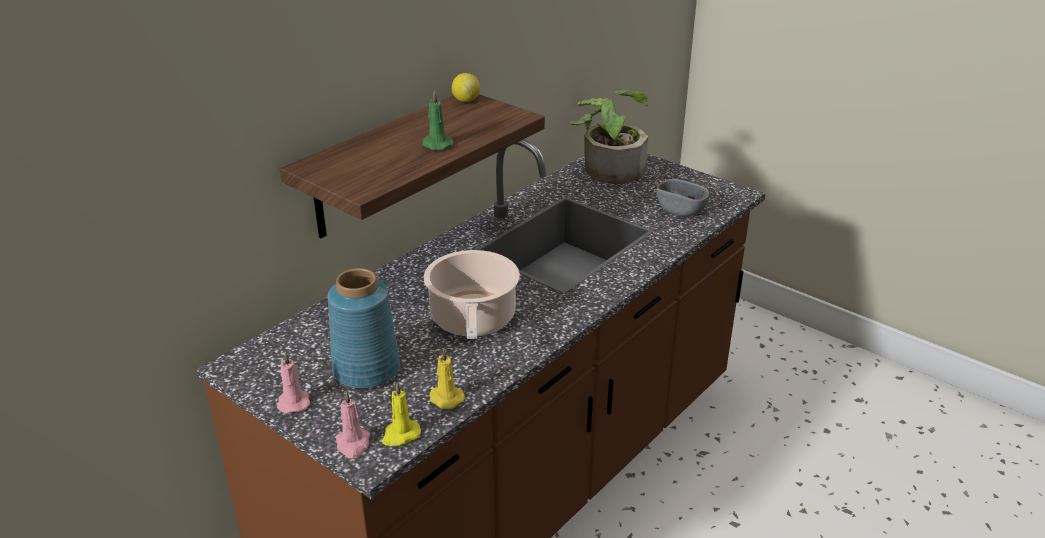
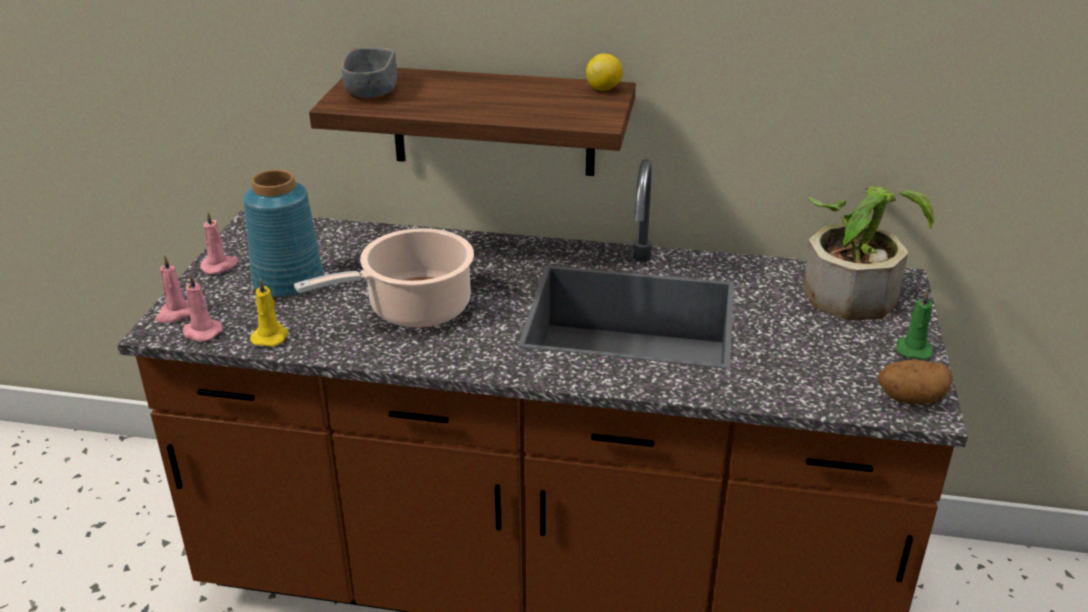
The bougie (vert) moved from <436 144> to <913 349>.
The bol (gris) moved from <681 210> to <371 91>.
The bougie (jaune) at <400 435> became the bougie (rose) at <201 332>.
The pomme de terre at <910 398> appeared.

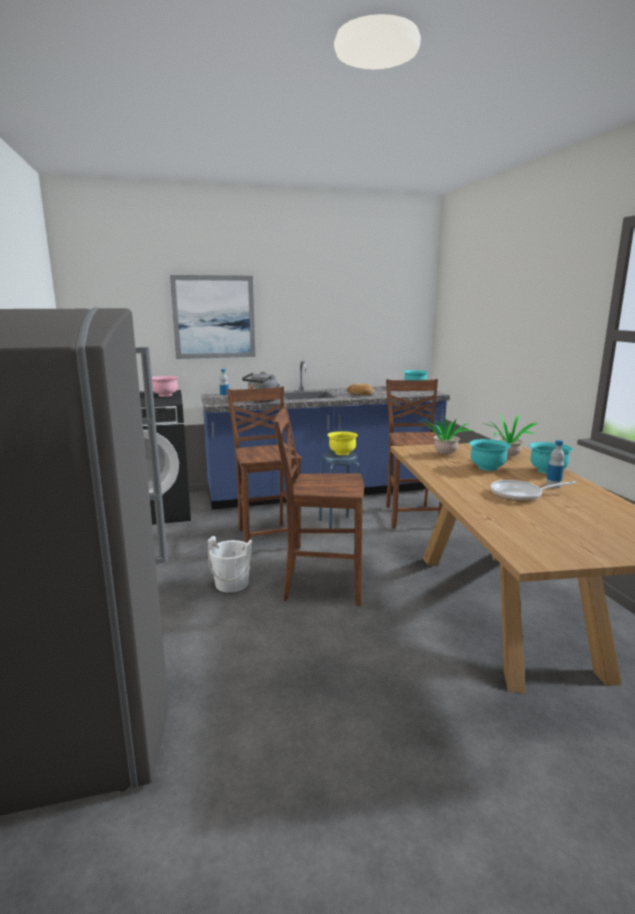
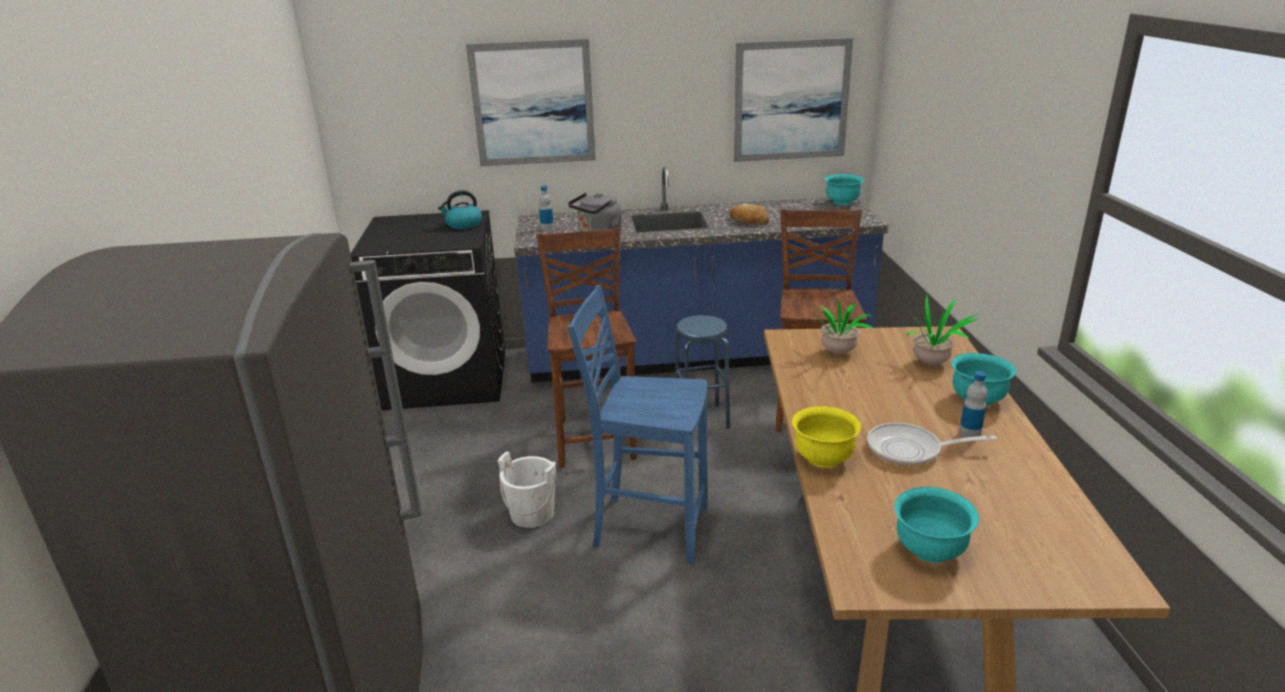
The bol (rose) at <165 395> was replaced by the bouilloire at <463 224>.
The chaise (marron) at <320 586> became the chaise (bleu) at <648 527>.
The bol (jaune) moved from <342 453> to <823 458>.
The bol (turquoise) moved from <487 468> to <929 550>.
The tableau at <791 101> appeared.

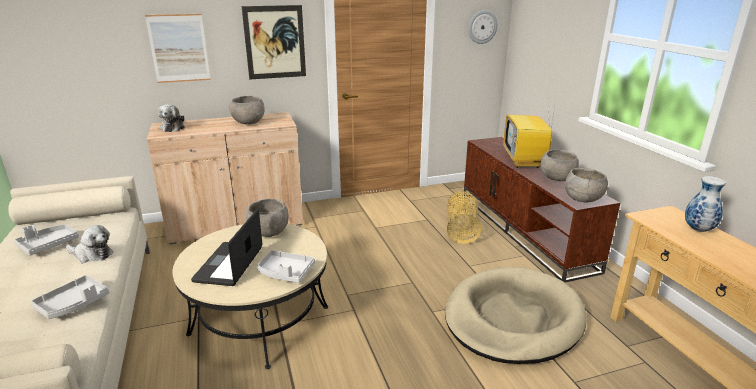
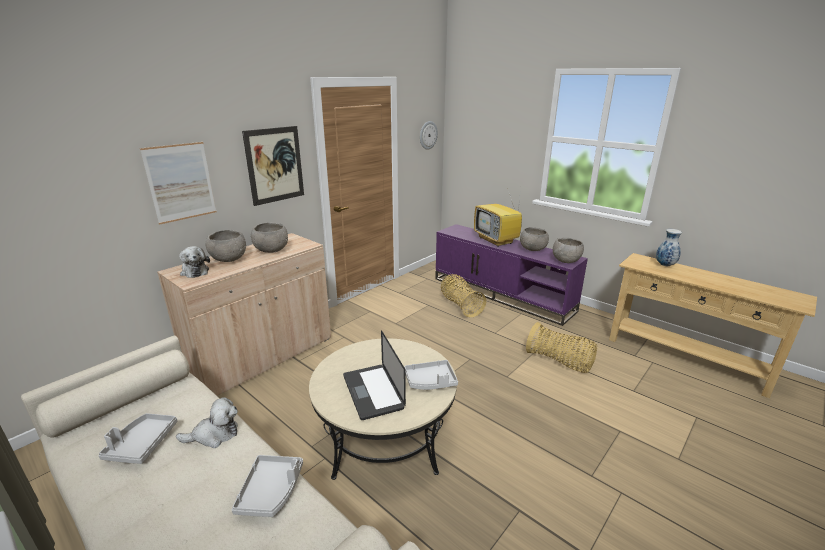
The meuble télé (marron) at <525 230> became the meuble télé (violet) at <502 294>.
The bol (gris) moved from <268 233> to <229 260>.
The panier pour chien (beige) at <512 318> was replaced by the panier at <560 362>.

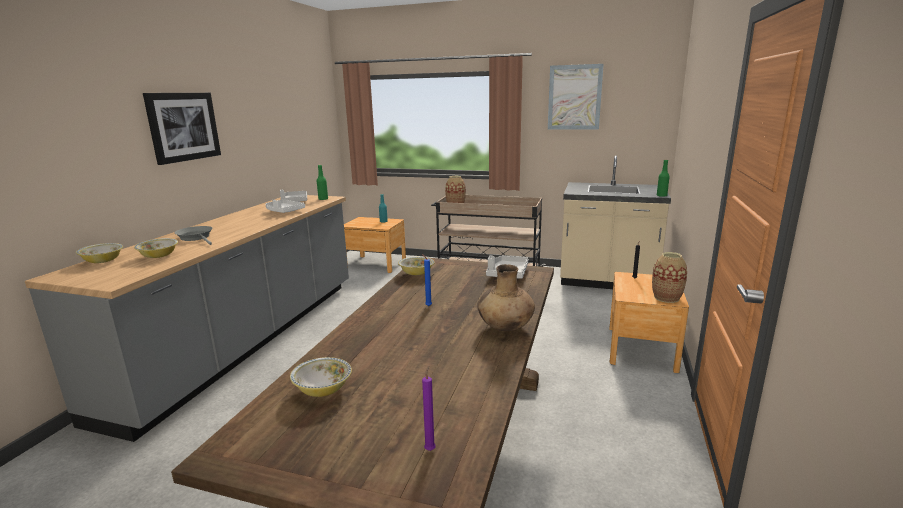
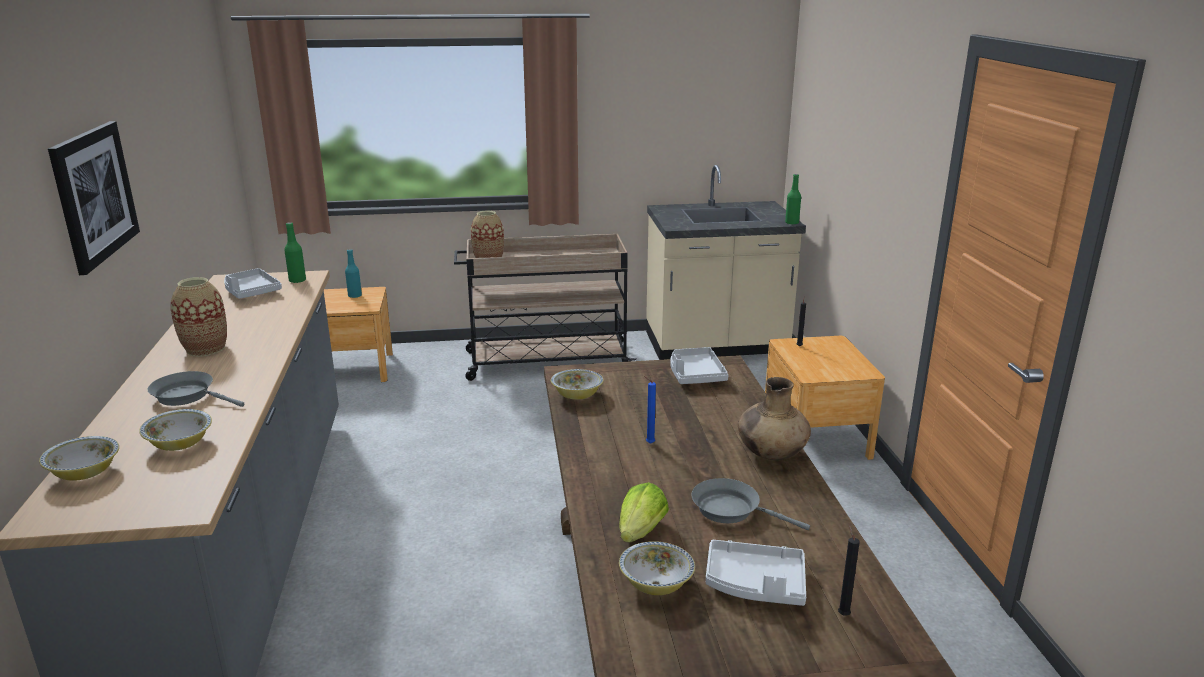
The tableau at <574 97> disappeared.
The plateau (blanc) moved from <284 211> to <755 584>.
The vase moved from <666 298> to <205 349>.
The bougie (violet) at <430 449> became the bougie (noir) at <842 614>.
The poêle (gris) at <731 510> appeared.
The laitue at <641 532> appeared.

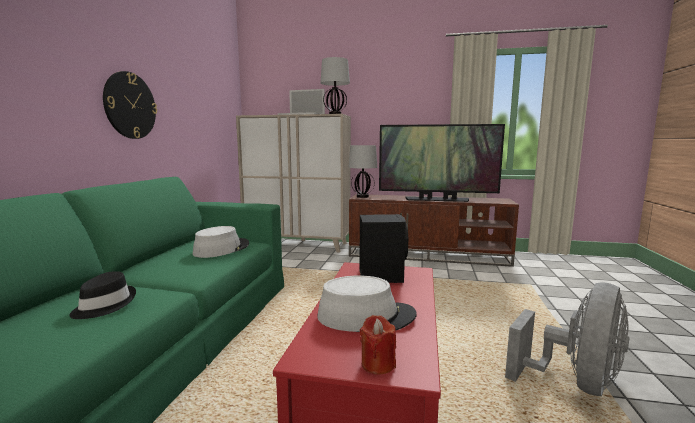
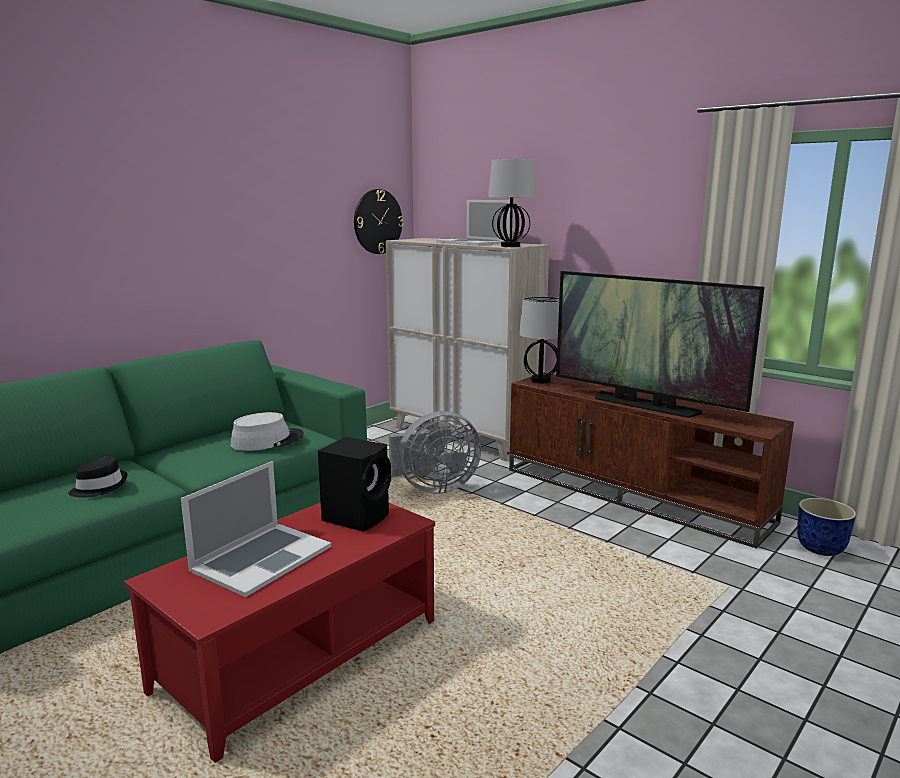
The horloge murale moved from <130 105> to <377 221>.
The chapeau (gris) at <366 316> was replaced by the ordinateur portable at <261 558>.
The ventilateur (gris) moved from <575 382> to <433 488>.
The bougie (rouge) at <377 364> disappeared.
The cache-pot at <819 549> appeared.

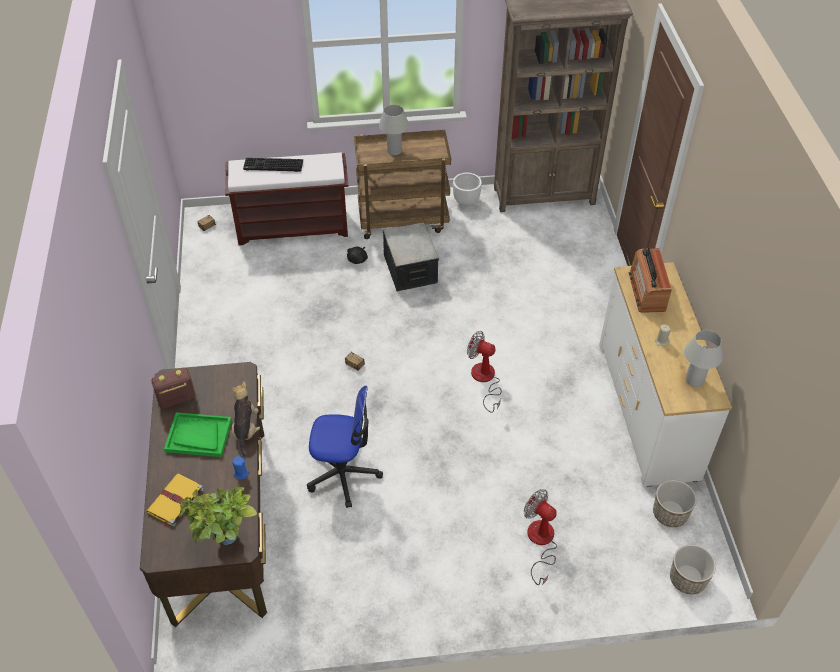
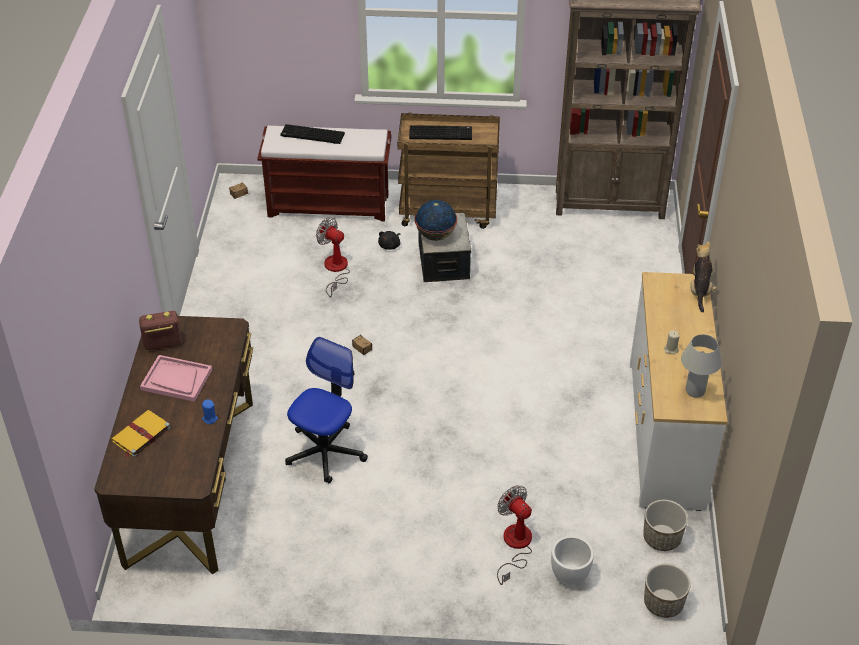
The lampe de table (blanc) at <394 151> was replaced by the clavier at <441 133>.
The cache-pot (blanc) moved from <466 201> to <570 575>.
The radio at <647 291> disappeared.
The ventilateur moved from <485 380> to <335 270>.
The peluche moved from <246 430> to <700 290>.
The chaise de bureau at <343 473> turned 75 degrees counterclockwise.
The plateau (vert) at <198 436> became the plateau (rose) at <176 380>.
The plante en pot at <224 542> disappeared.
The globe at <436 235> appeared.

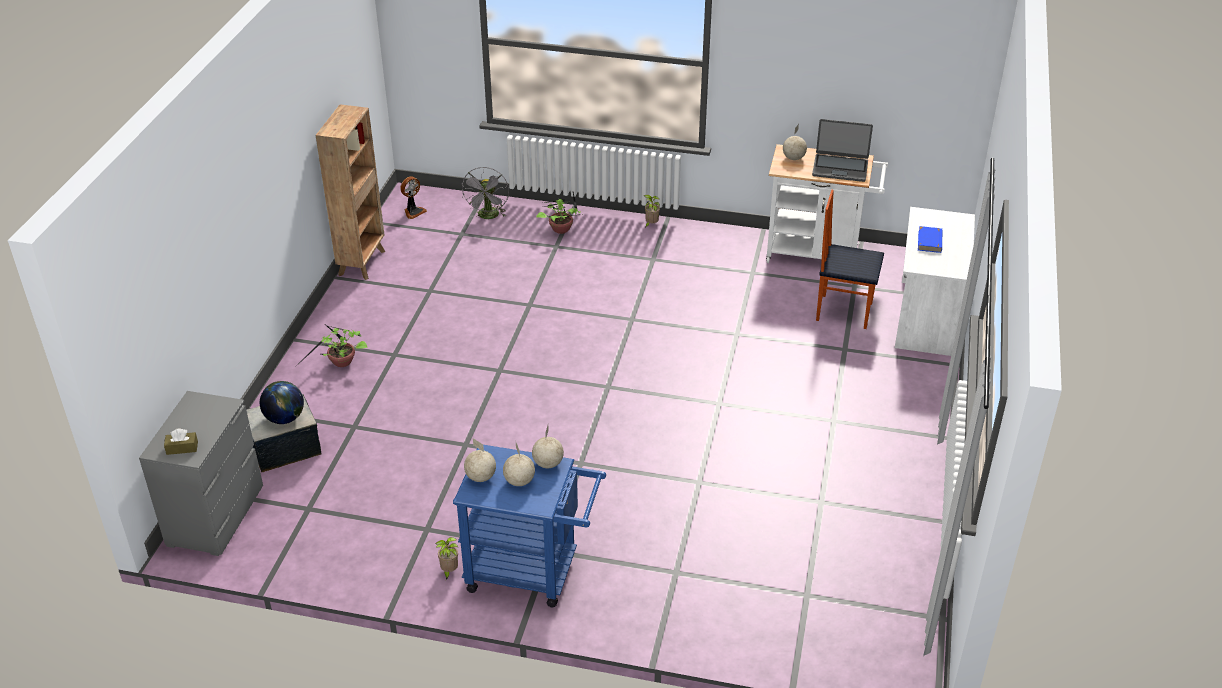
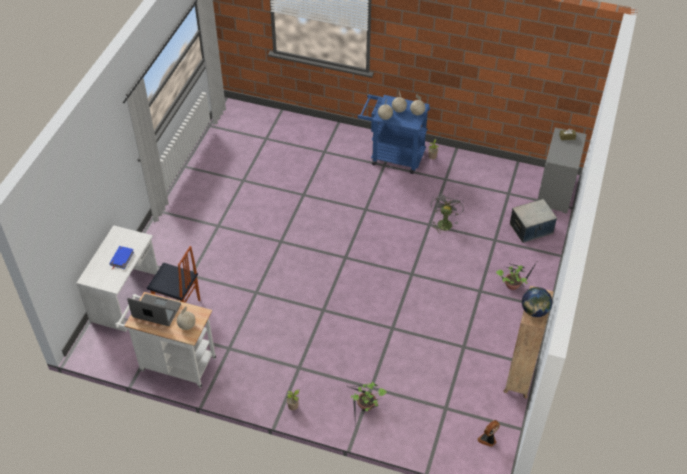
The ventilateur (gris) moved from <488 216> to <444 222>.
The globe moved from <285 418> to <534 311>.

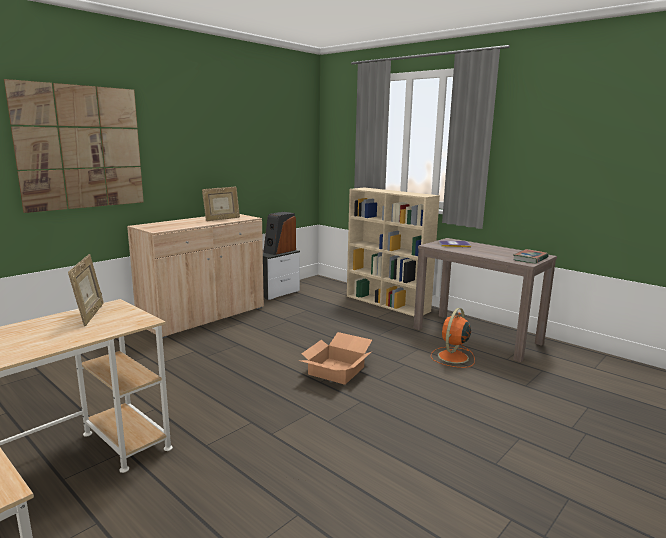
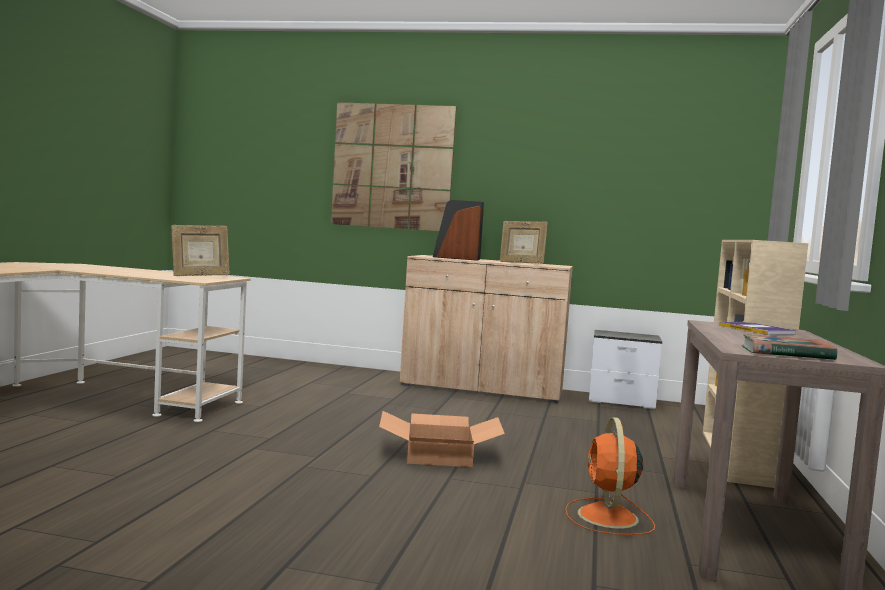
The enceinte moved from <279 251> to <457 258>.
The ventilateur (orange) at <452 357> turned 90 degrees counterclockwise.

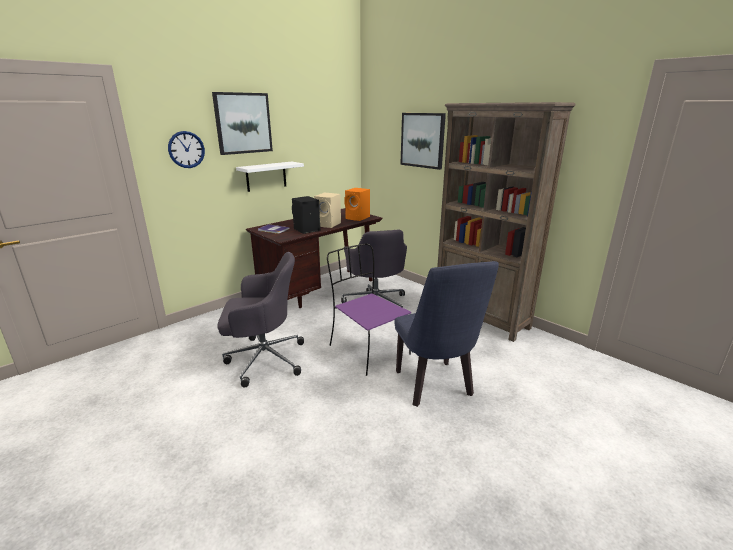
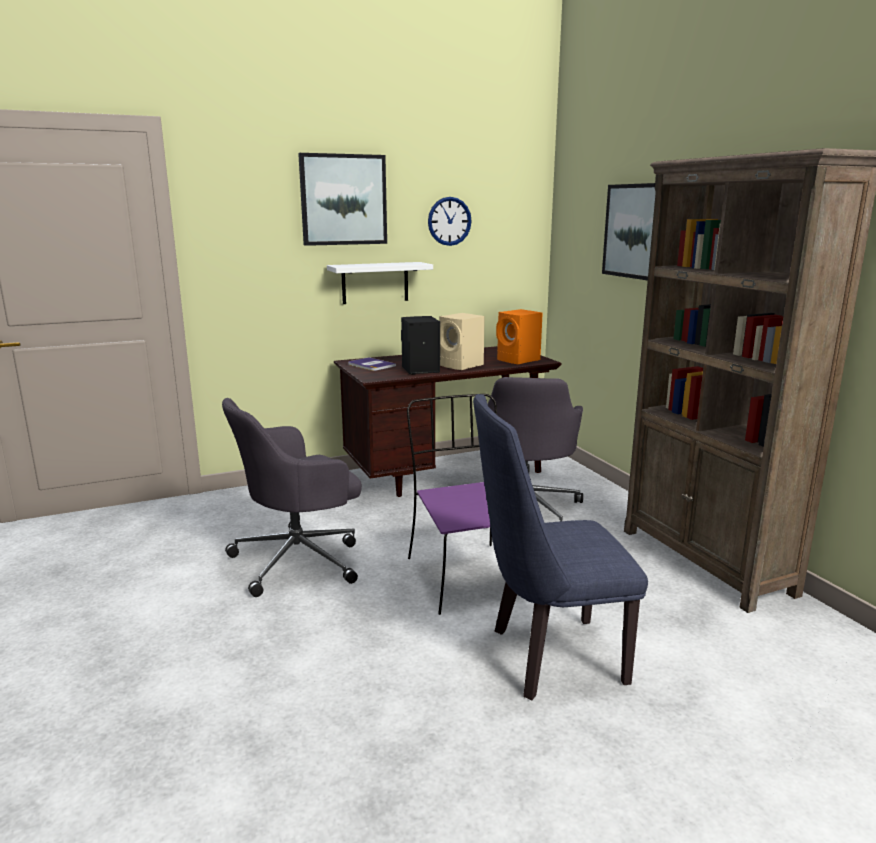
The horloge murale moved from <186 149> to <449 221>.
The chaise de bureau (gris) at <263 359> turned 135 degrees clockwise.
The chaise (bleu) at <435 387> turned 75 degrees clockwise.

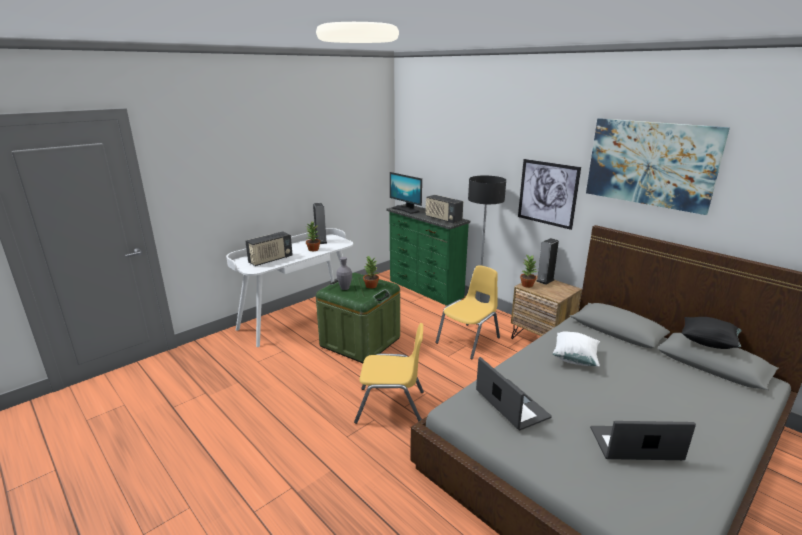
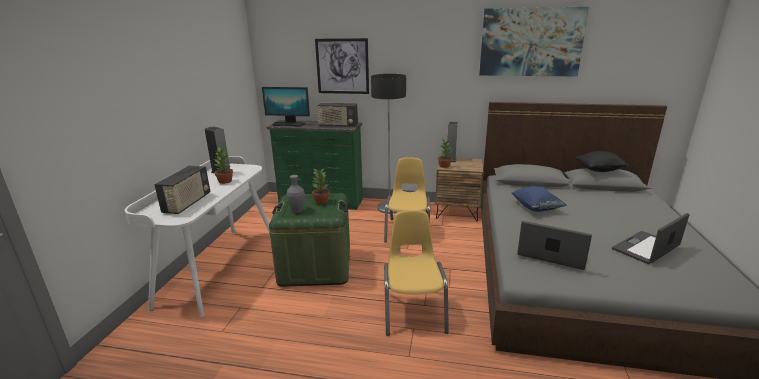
The tableau moved from <547 193> to <342 66>.
The chaise (jaune) at <391 406> turned 60 degrees counterclockwise.
The coussin (blanc) at <574 359> became the coussin (bleu) at <536 208>.

